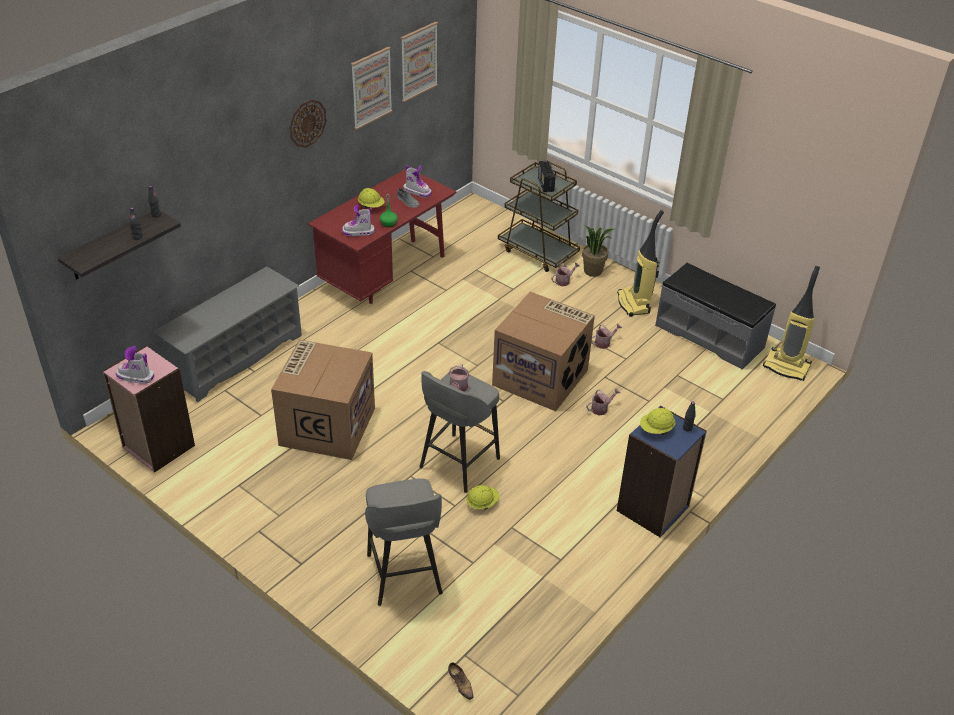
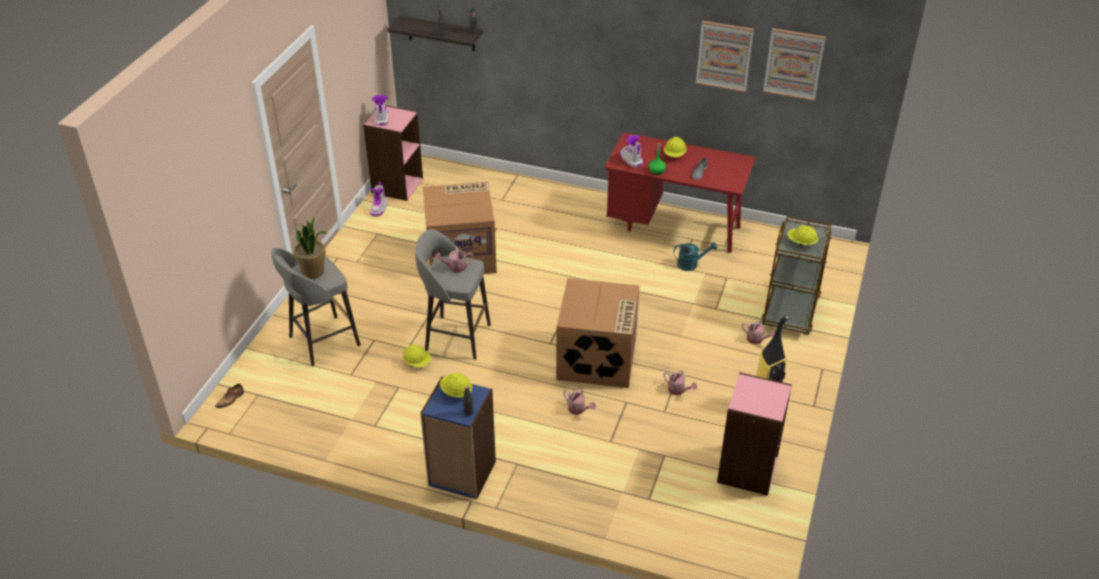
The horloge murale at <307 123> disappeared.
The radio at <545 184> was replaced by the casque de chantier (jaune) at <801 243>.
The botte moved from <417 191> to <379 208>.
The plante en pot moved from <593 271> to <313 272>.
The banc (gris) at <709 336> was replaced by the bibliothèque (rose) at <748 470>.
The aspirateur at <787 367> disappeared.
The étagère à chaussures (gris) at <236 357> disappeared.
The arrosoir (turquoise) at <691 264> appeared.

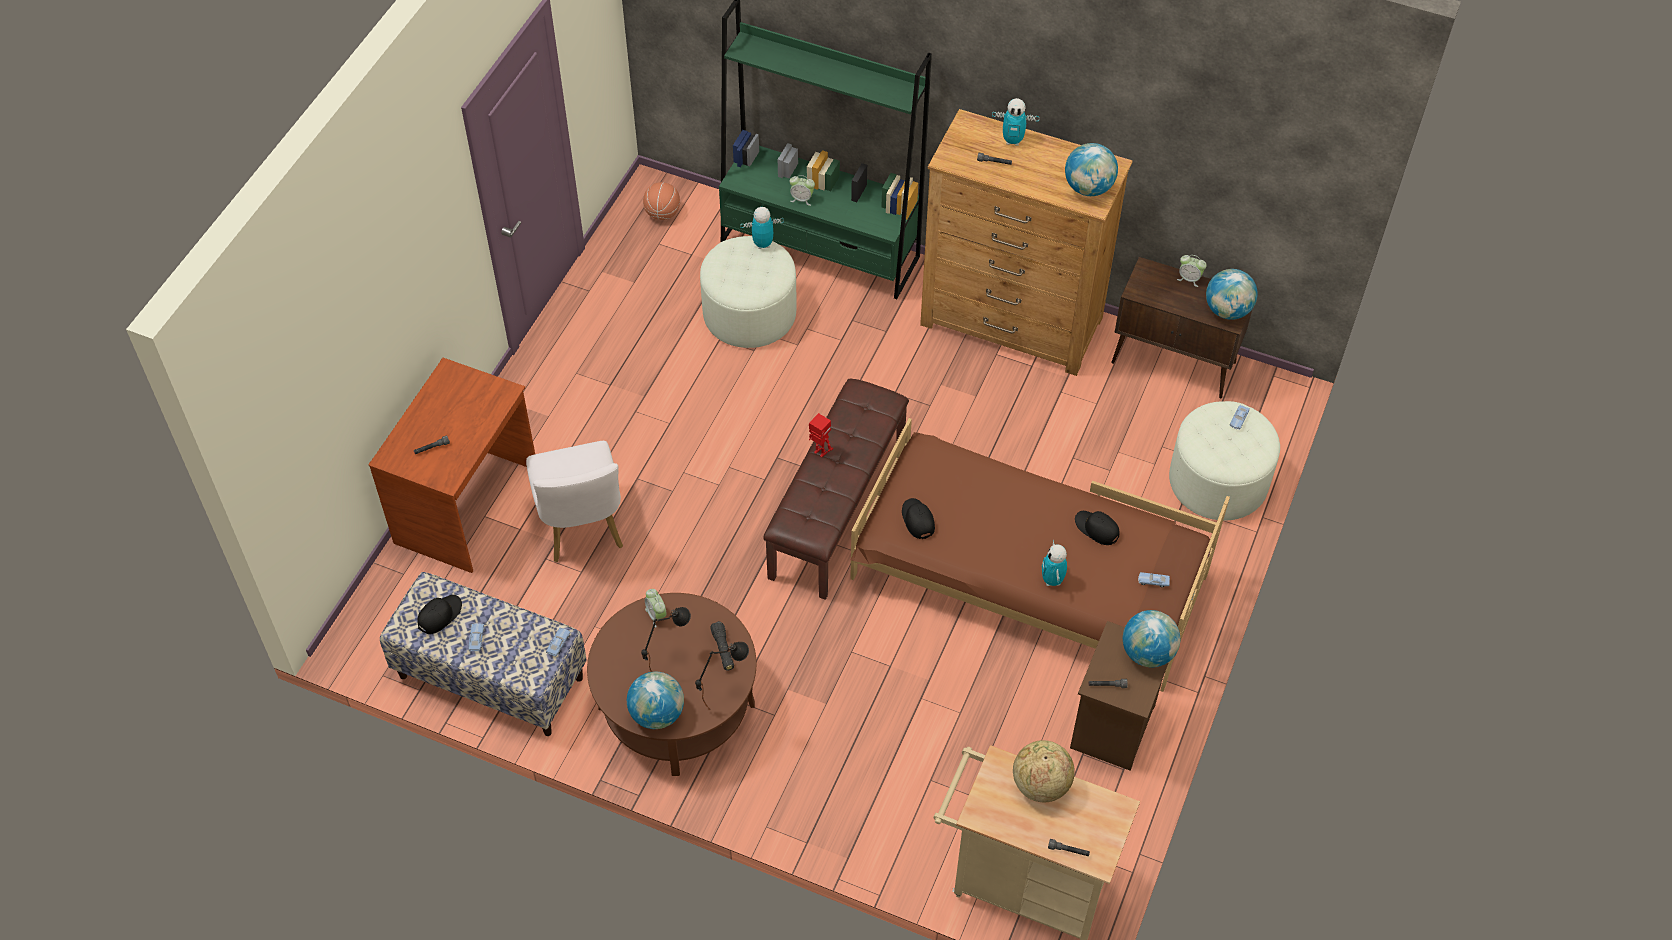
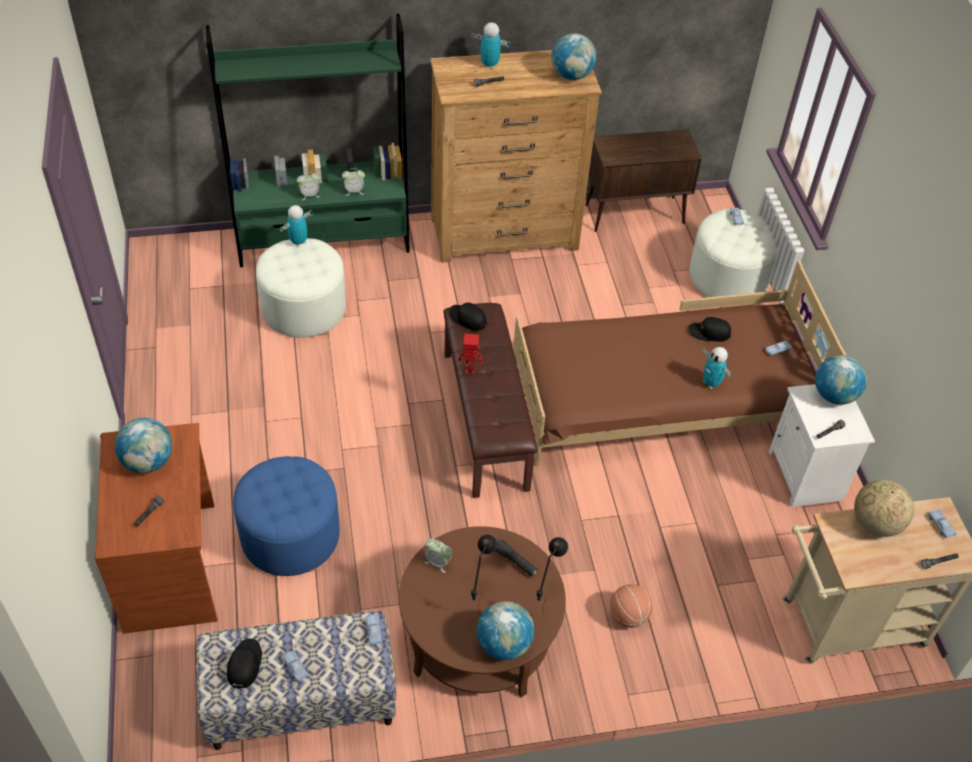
The robot jouet at <1013 141> turned 135 degrees counterclockwise.
The ballon de basket moved from <662 213> to <628 616>.
The réveil moved from <1189 279> to <354 191>.
The globe moved from <1227 310> to <148 462>.
The chaise (blanc) at <582 529> was replaced by the pouf (bleu) at <290 535>.
The casquette (noir) moved from <917 520> to <467 319>.
The table de chevet (marron) at <1114 728> became the table de chevet (blanc) at <807 476>.
The petite voiture (bleu) at <940 525> appeared.

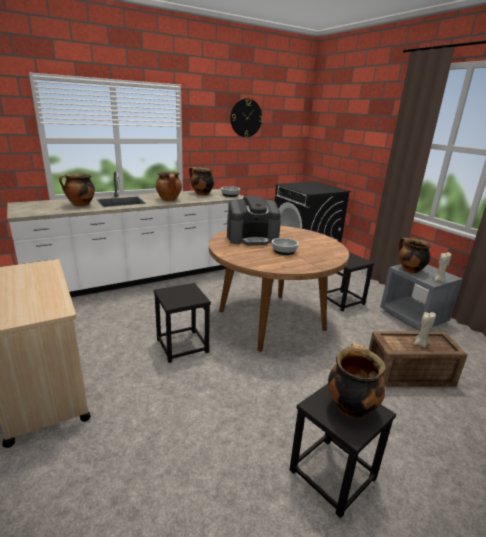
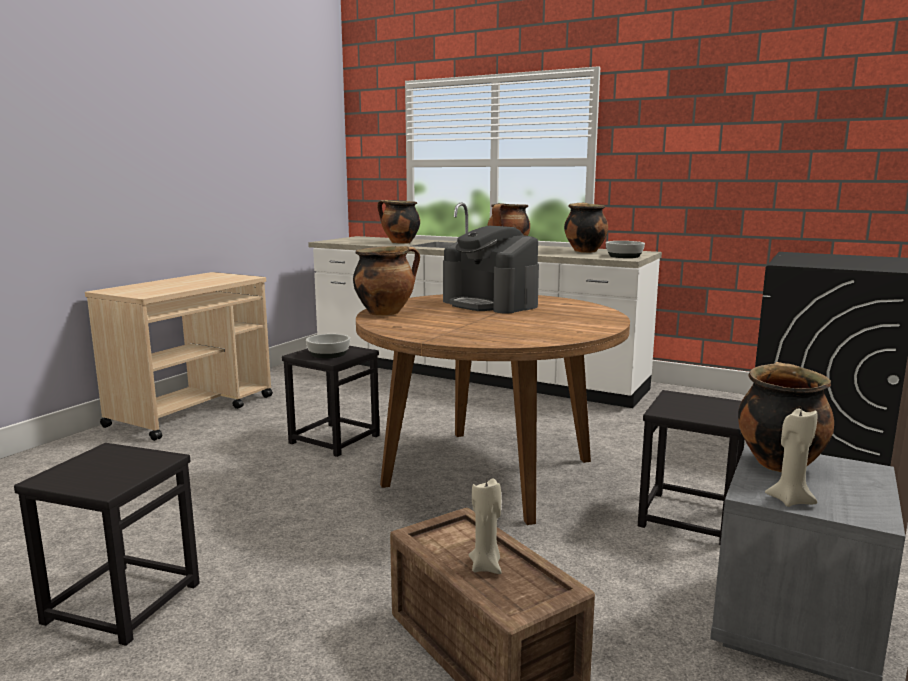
The horloge murale at <246 118> disappeared.
The bol moved from <284 251> to <328 354>.
The marmite moved from <350 406> to <386 312>.

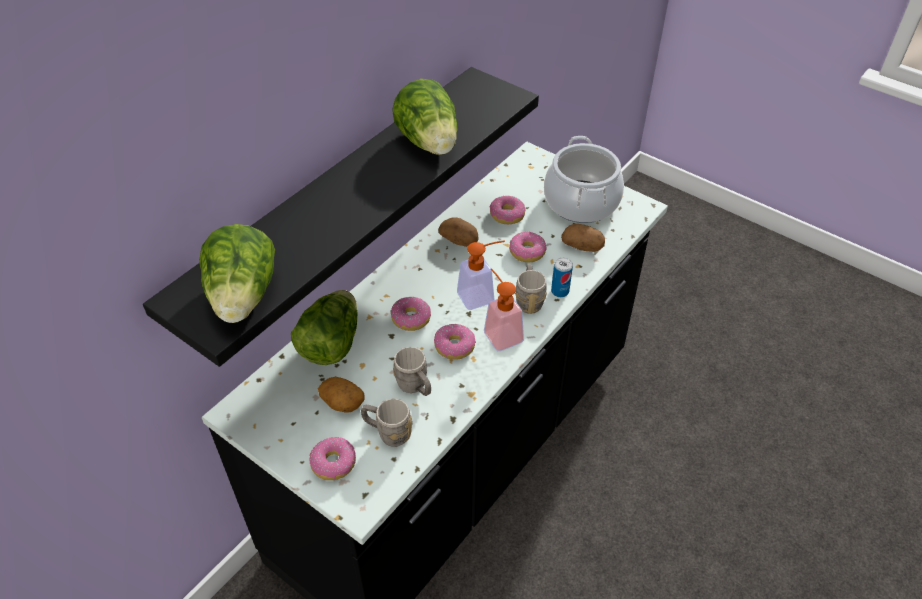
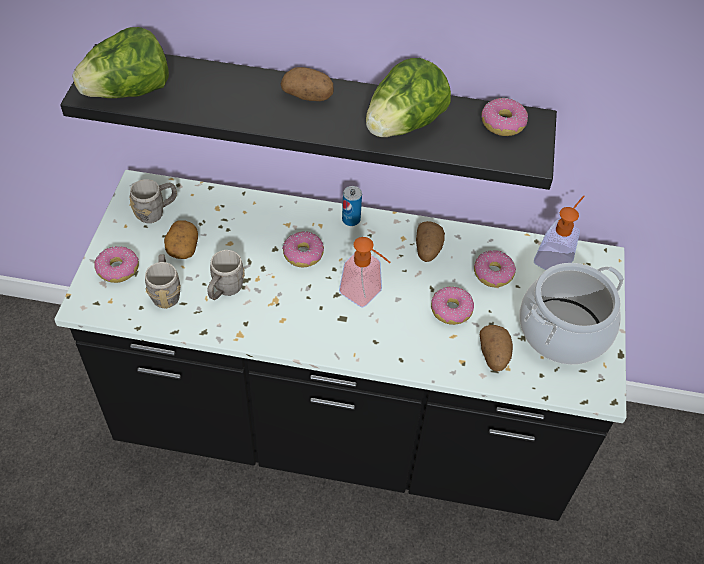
The boîte métallique moved from <560 291> to <351 220>.
The mug (gris) moved from <529 299> to <156 212>.
The distributeur de savon moved from <500 332> to <556 257>.
The laitue at <331 343> disappeared.
The beignet moved from <455 346> to <503 124>.
The pomme de terre at <308 96> appeared.

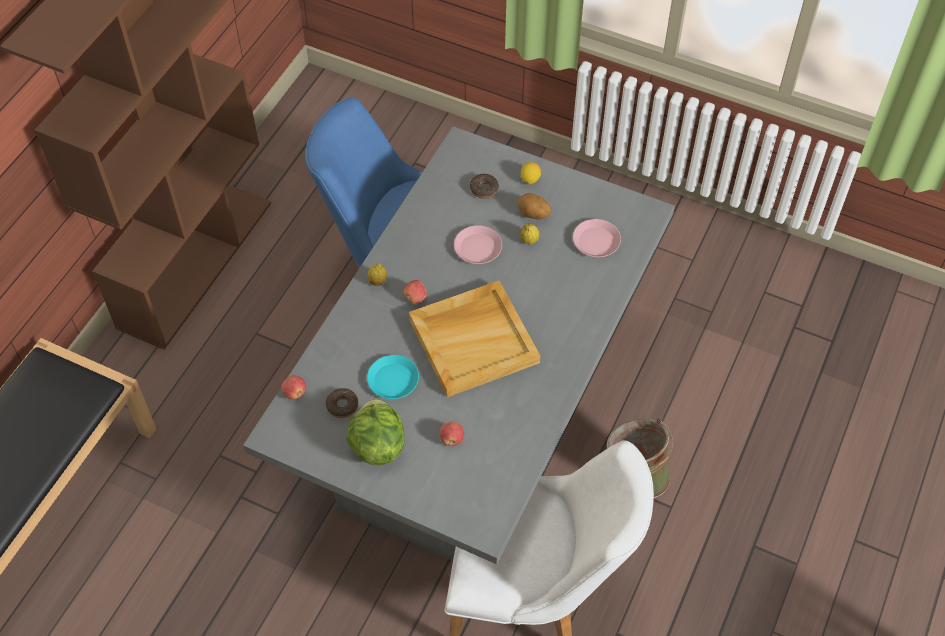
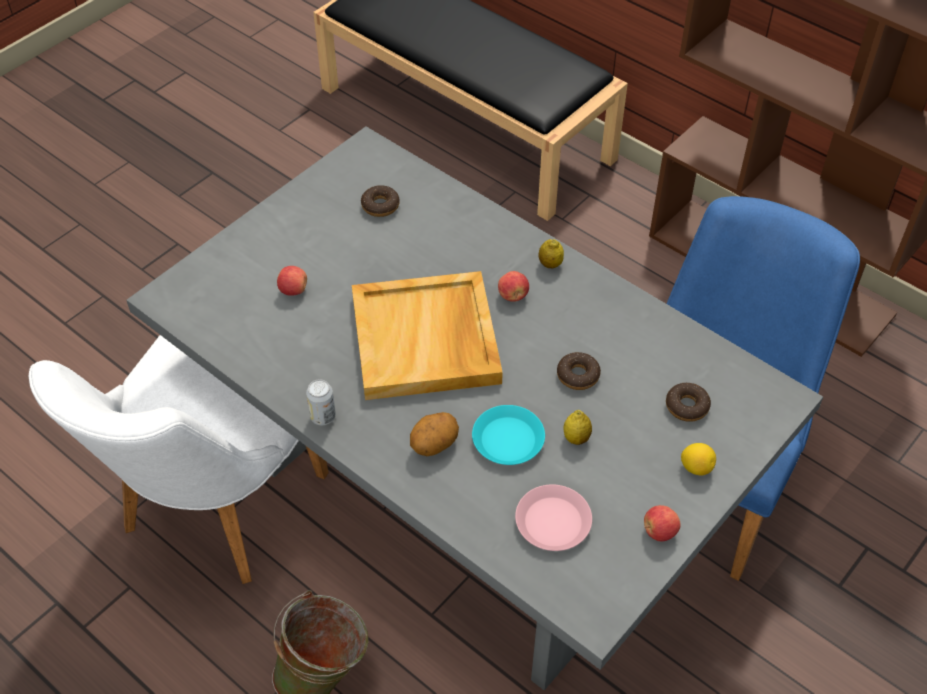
The pomme de terre moved from <533 214> to <434 444>.
The assiette (rose) at <477 248> was replaced by the beignet at <578 375>.
The assiette (turquoise) moved from <392 380> to <508 439>.
The pomme moved from <295 393> to <659 531>.
The laitue at <377 445> disappeared.
The boîte métallique at <323 416> appeared.

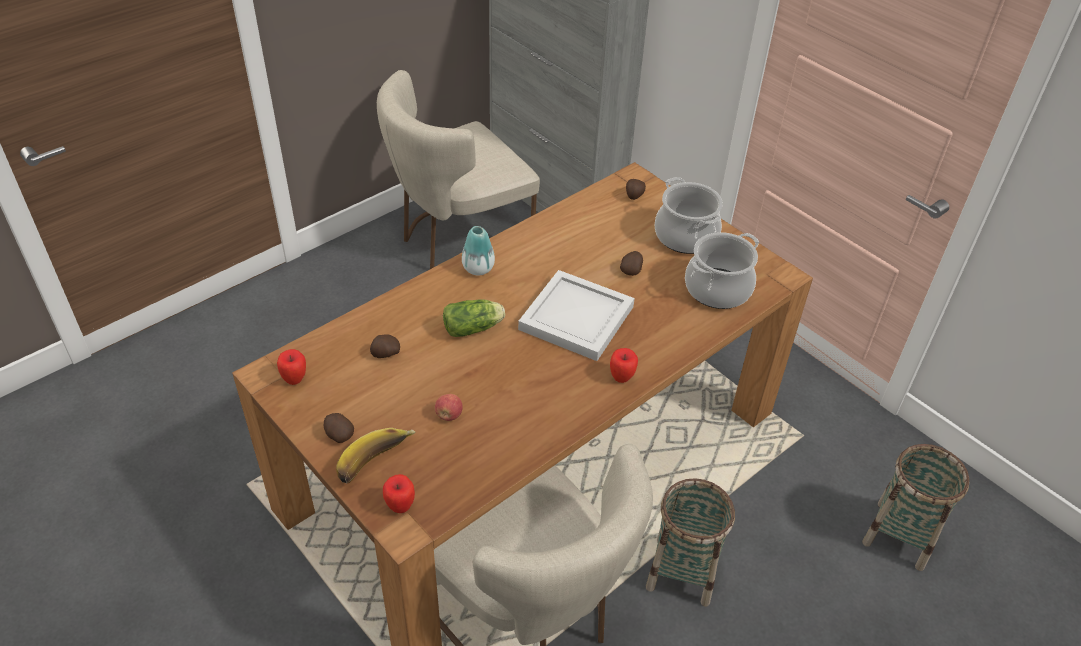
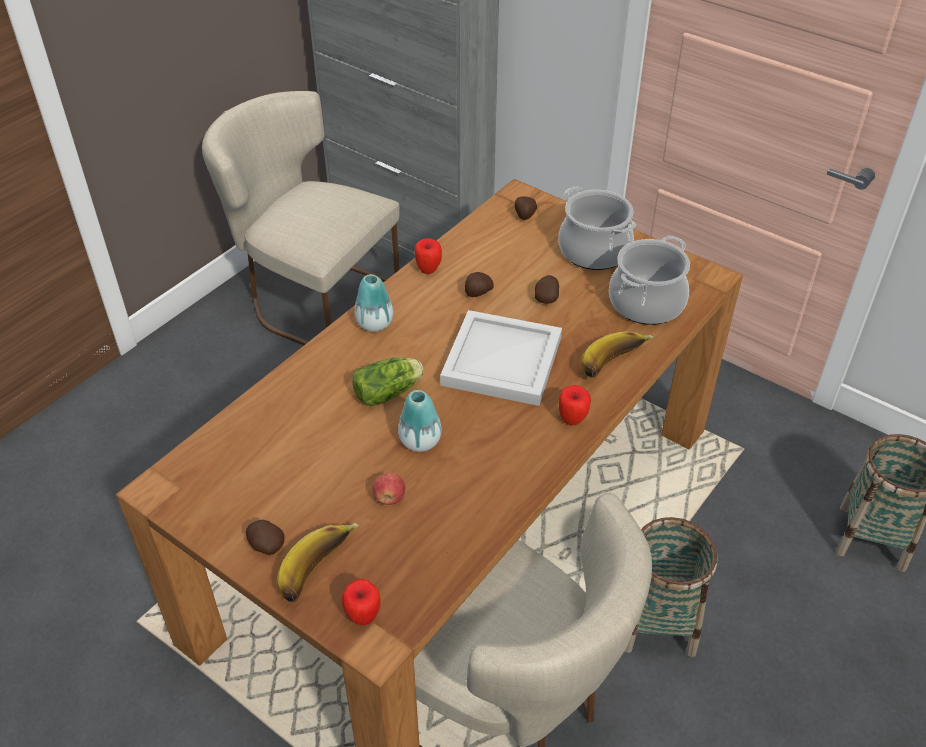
The chaise (beige) at <457 240> turned 75 degrees clockwise.
The pomme de terre moved from <385 354> to <478 293>.
The pomme moved from <295 379> to <428 269>.
The banane at <615 365> appeared.
The vase at <420 441> appeared.

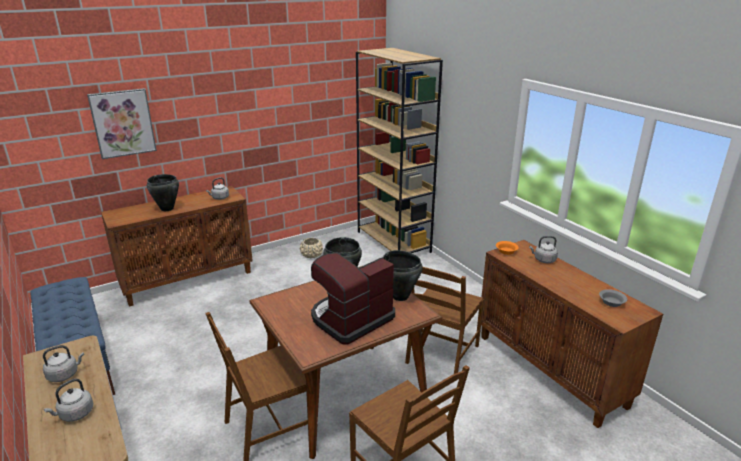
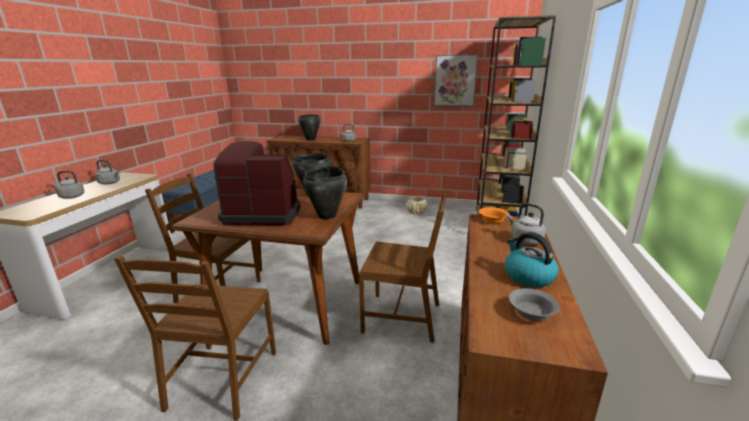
The tableau moved from <123 123> to <455 81>.
The chaise (marron) at <441 354> turned 150 degrees counterclockwise.
The bouilloire at <528 276> appeared.

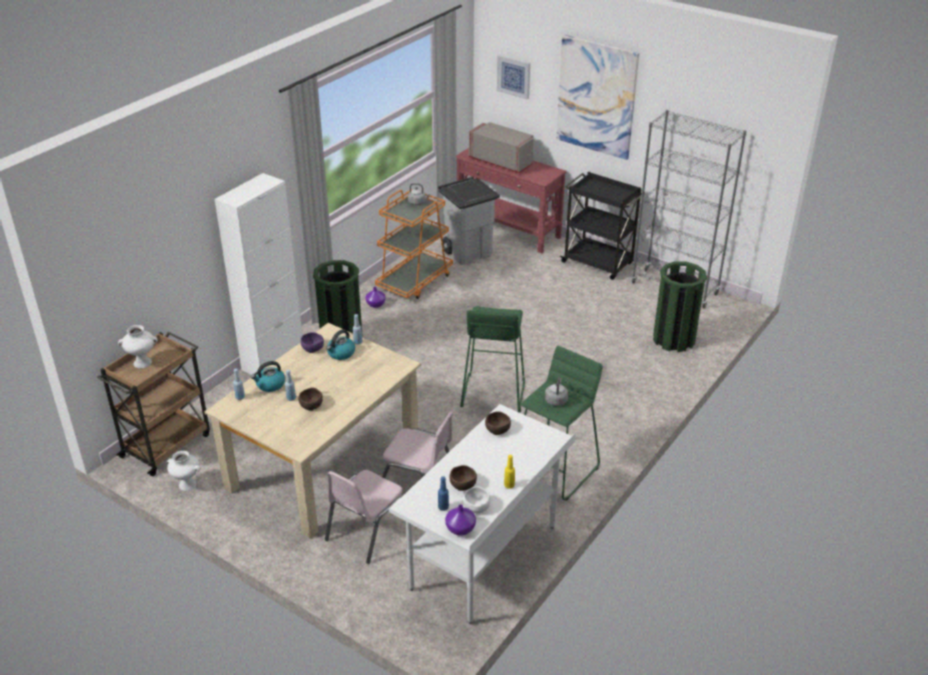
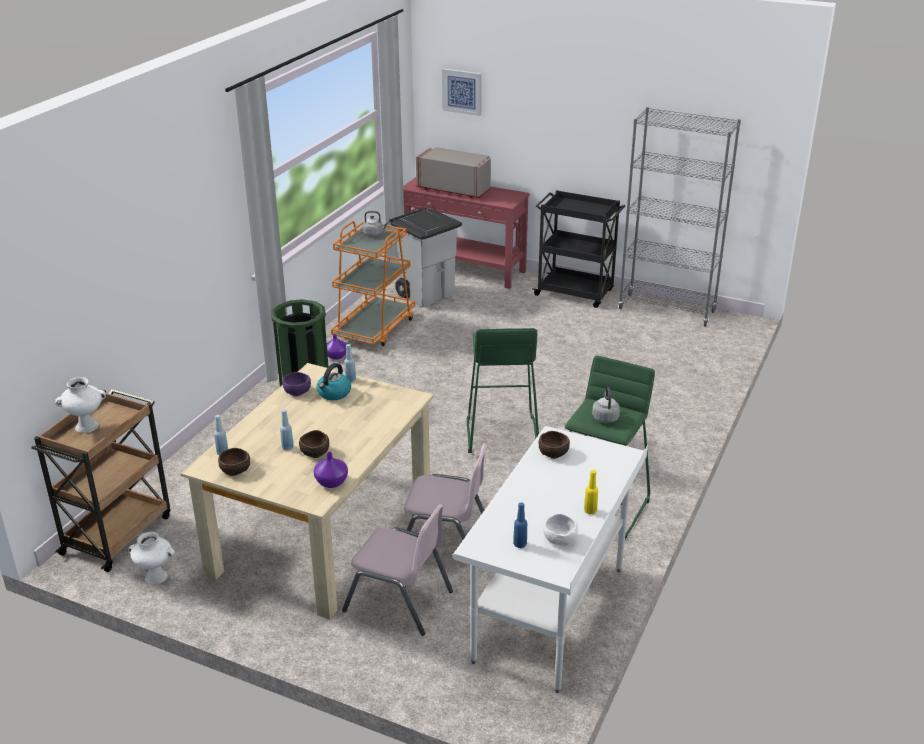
The tableau at <596 97> disappeared.
The meuble de rangement (blanc) at <273 359> disappeared.
The poubelle (vert) at <674 339> disappeared.
The bouilloire at <270 385> disappeared.
The bol (marron) moved from <463 484> to <236 469>.
The chaise (rose) at <368 530> turned 90 degrees counterclockwise.
The vase (violet) moved from <460 529> to <331 483>.

